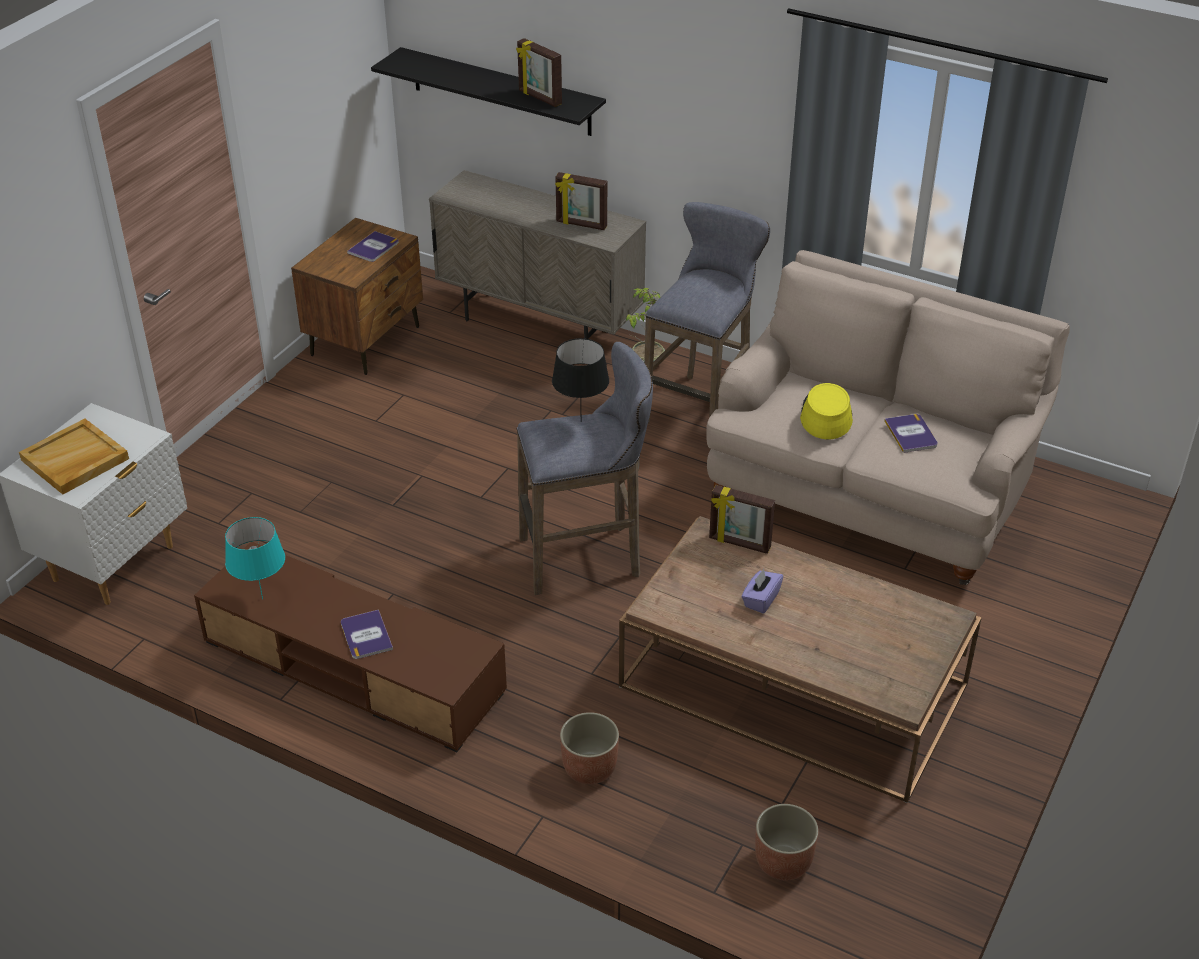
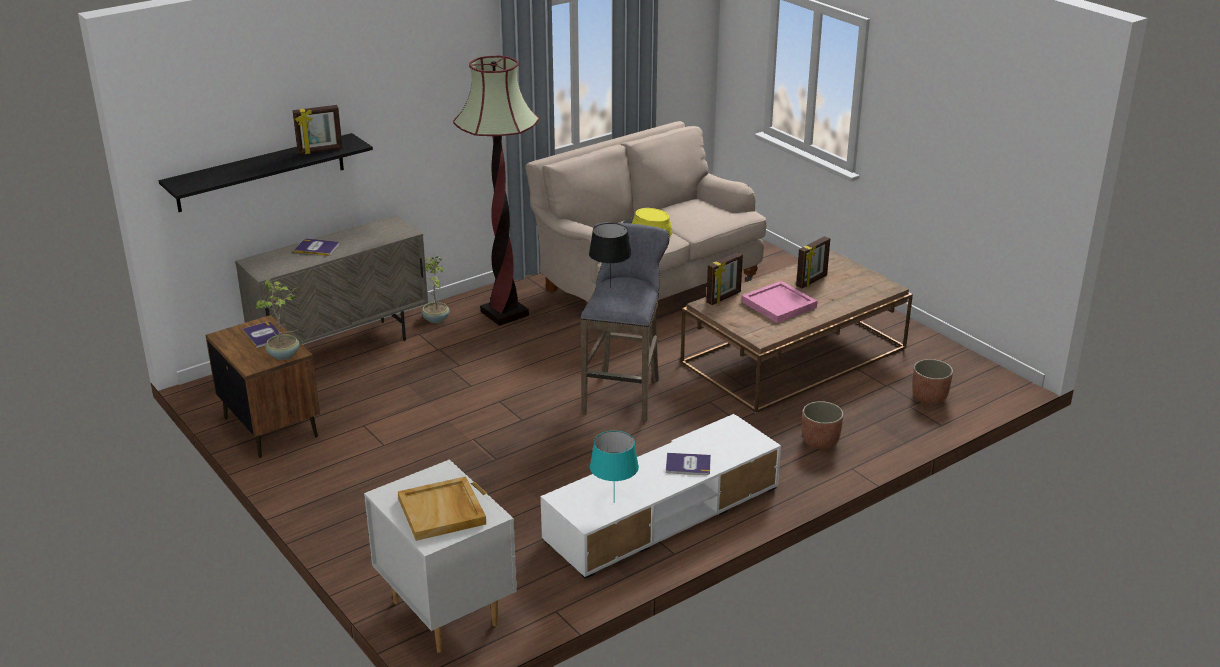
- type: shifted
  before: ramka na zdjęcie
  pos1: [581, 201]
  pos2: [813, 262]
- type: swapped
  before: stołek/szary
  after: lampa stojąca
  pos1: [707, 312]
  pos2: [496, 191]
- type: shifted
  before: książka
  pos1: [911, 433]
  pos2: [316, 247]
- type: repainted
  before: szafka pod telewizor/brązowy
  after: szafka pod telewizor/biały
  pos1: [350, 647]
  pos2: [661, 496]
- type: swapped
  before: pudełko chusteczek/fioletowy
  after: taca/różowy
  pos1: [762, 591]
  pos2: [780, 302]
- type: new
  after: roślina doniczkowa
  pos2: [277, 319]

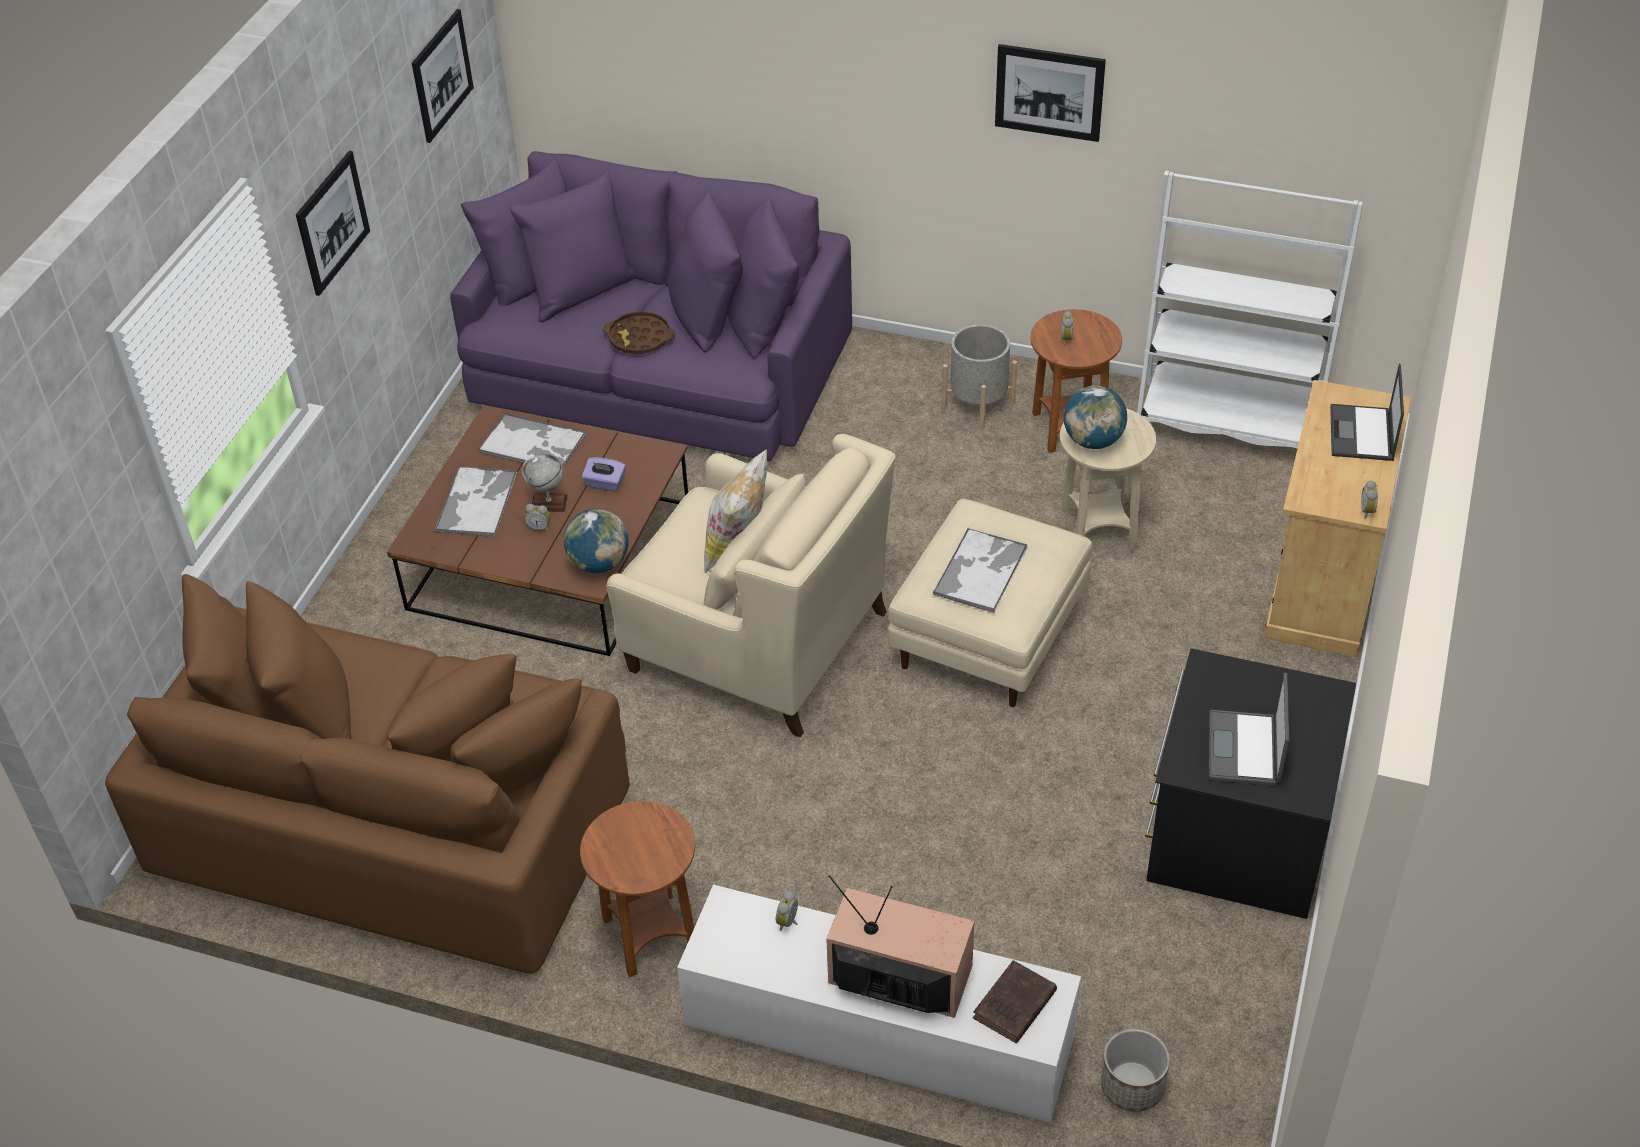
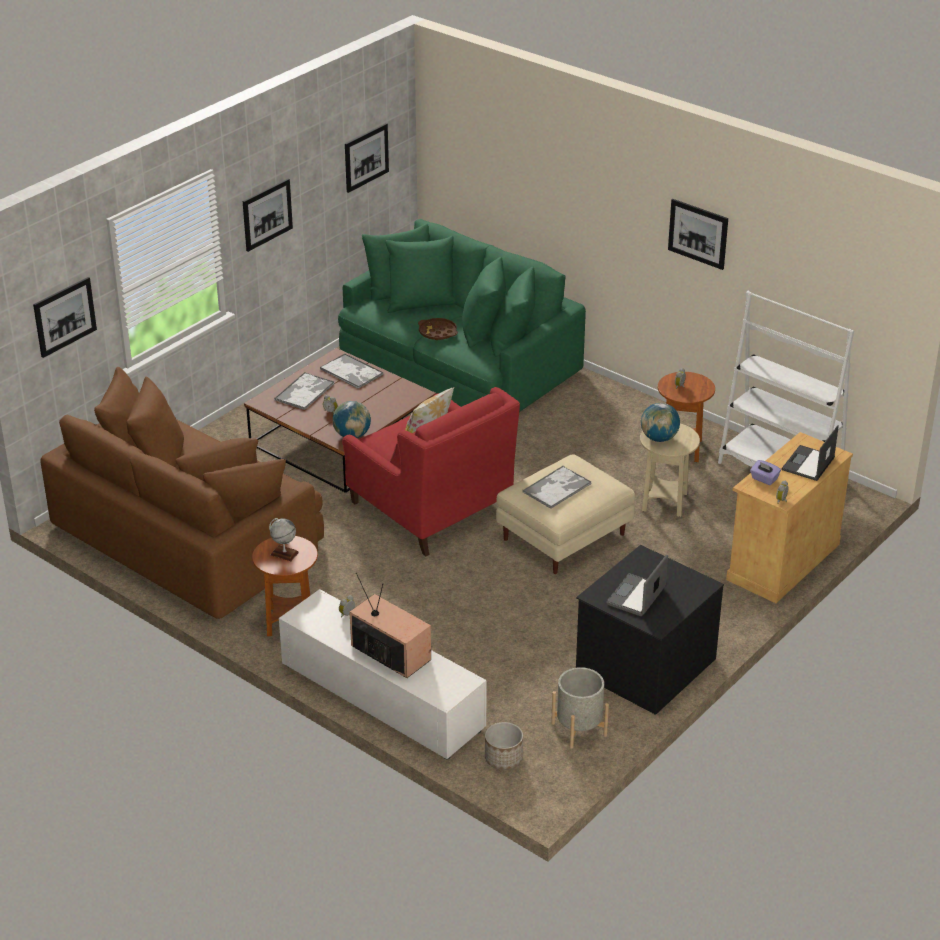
- type: repainted
  before: kanapa/fioletowy
  after: kanapa/zielony
  pos1: [651, 306]
  pos2: [462, 315]
- type: shifted
  before: donica/szary
  pos1: [979, 376]
  pos2: [580, 708]
- type: repainted
  before: fotel/beżowy
  after: fotel/czerwony
  pos1: [751, 585]
  pos2: [431, 471]
- type: shifted
  before: globus
  pos1: [545, 483]
  pos2: [284, 539]
- type: shifted
  before: pudełko chusteczek/fioletowy
  pos1: [604, 474]
  pos2: [765, 472]
- type: gone
  before: książka/brązowy
  pos1: [1015, 1001]
- type: new
  after: obraz
  pos2: [65, 317]

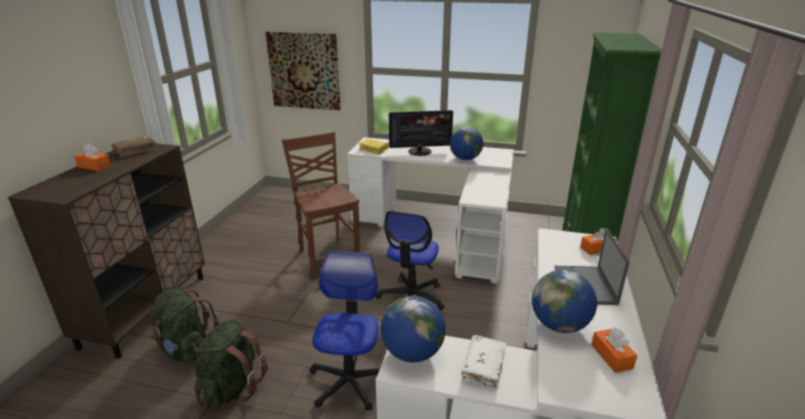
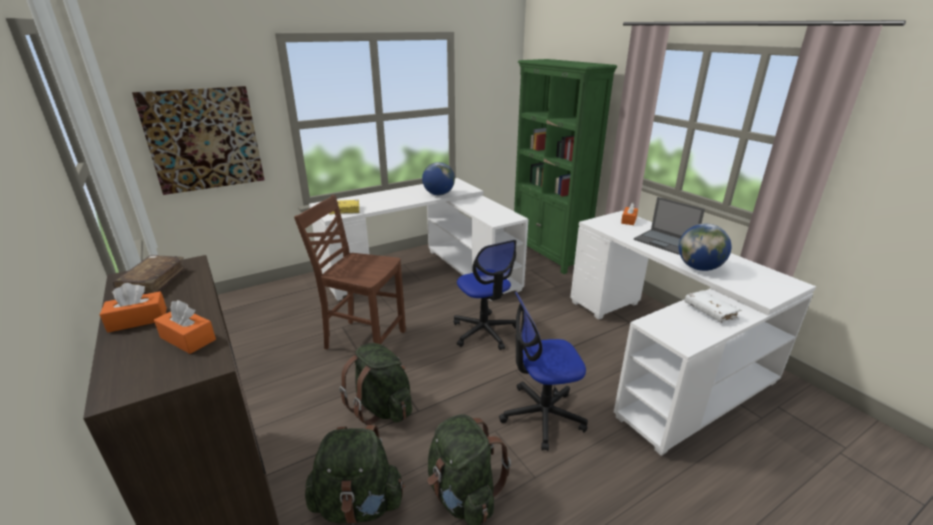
- type: gone
  before: monitor
  pos1: [421, 133]
- type: rotated
  before: krzesło biurowe
  pos1: [344, 331]
  pos2: [543, 371]
  turn: -60
- type: gone
  before: globus
  pos1: [413, 329]
- type: shifted
  before: pudełko chusteczek/pomarańczowy
  pos1: [614, 350]
  pos2: [185, 327]
- type: new
  after: plecak/zielony
  pos2: [375, 384]

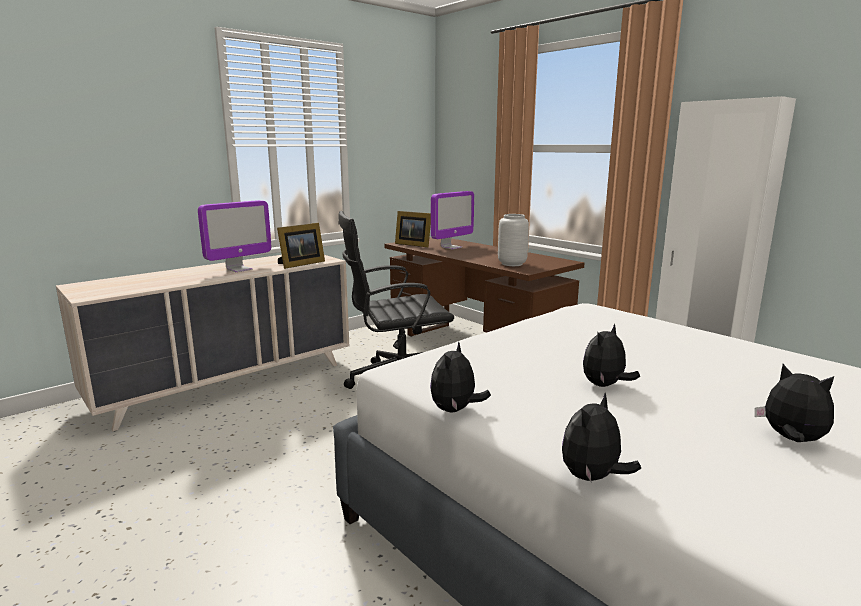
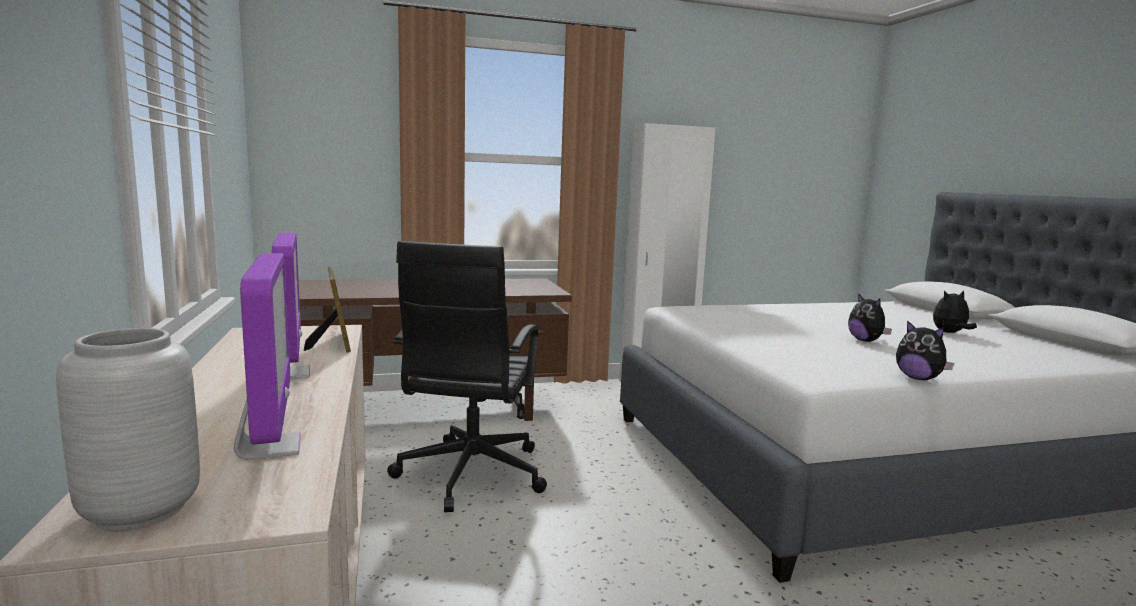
- type: shifted
  before: monitor
  pos1: [452, 220]
  pos2: [267, 356]
- type: gone
  before: ramka na zdjęcie
  pos1: [413, 229]
- type: shifted
  before: wazon/szary
  pos1: [513, 240]
  pos2: [128, 429]
- type: gone
  before: pluszak
  pos1: [601, 437]

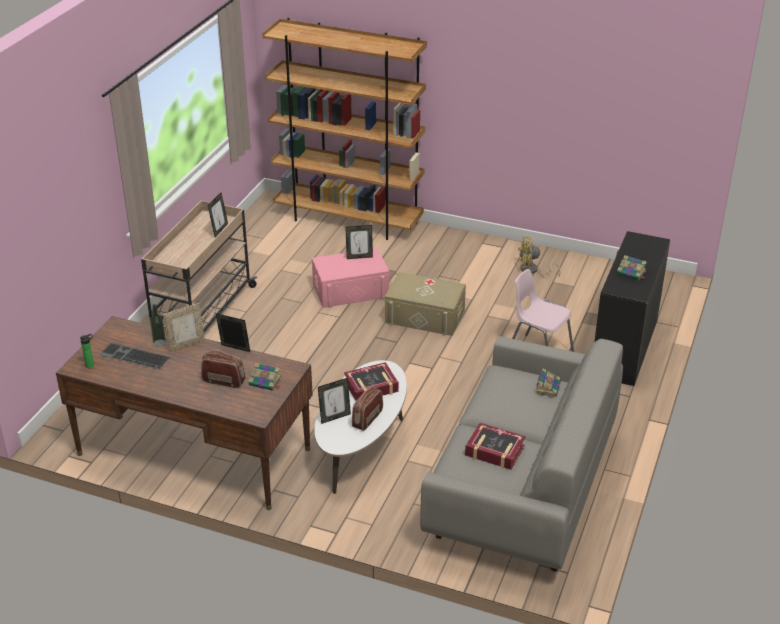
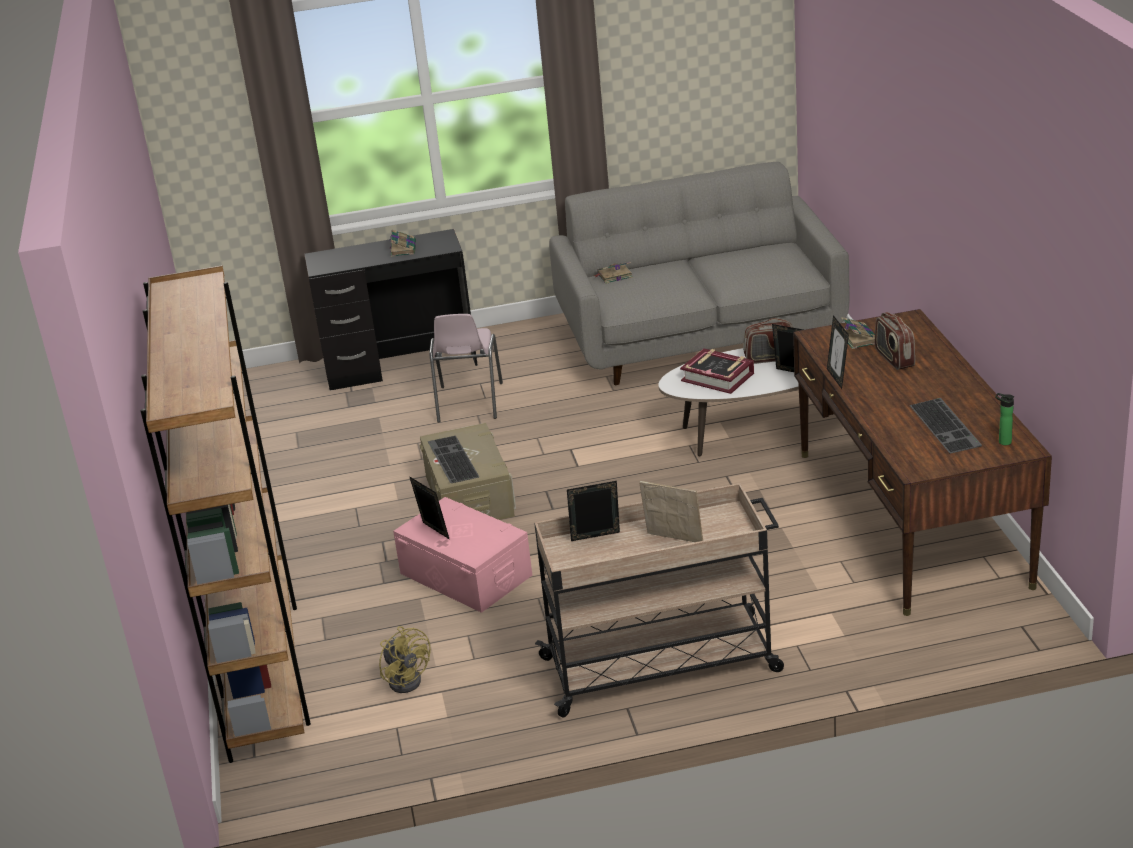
- type: shifted
  before: wentylator/żółty
  pos1: [539, 257]
  pos2: [405, 659]
- type: shifted
  before: ramka na zdjęcie
  pos1: [184, 327]
  pos2: [671, 511]
- type: gone
  before: butelka
  pos1: [158, 325]
- type: gone
  before: książka
  pos1: [495, 446]
- type: new
  after: klawiatura
  pos2: [453, 459]

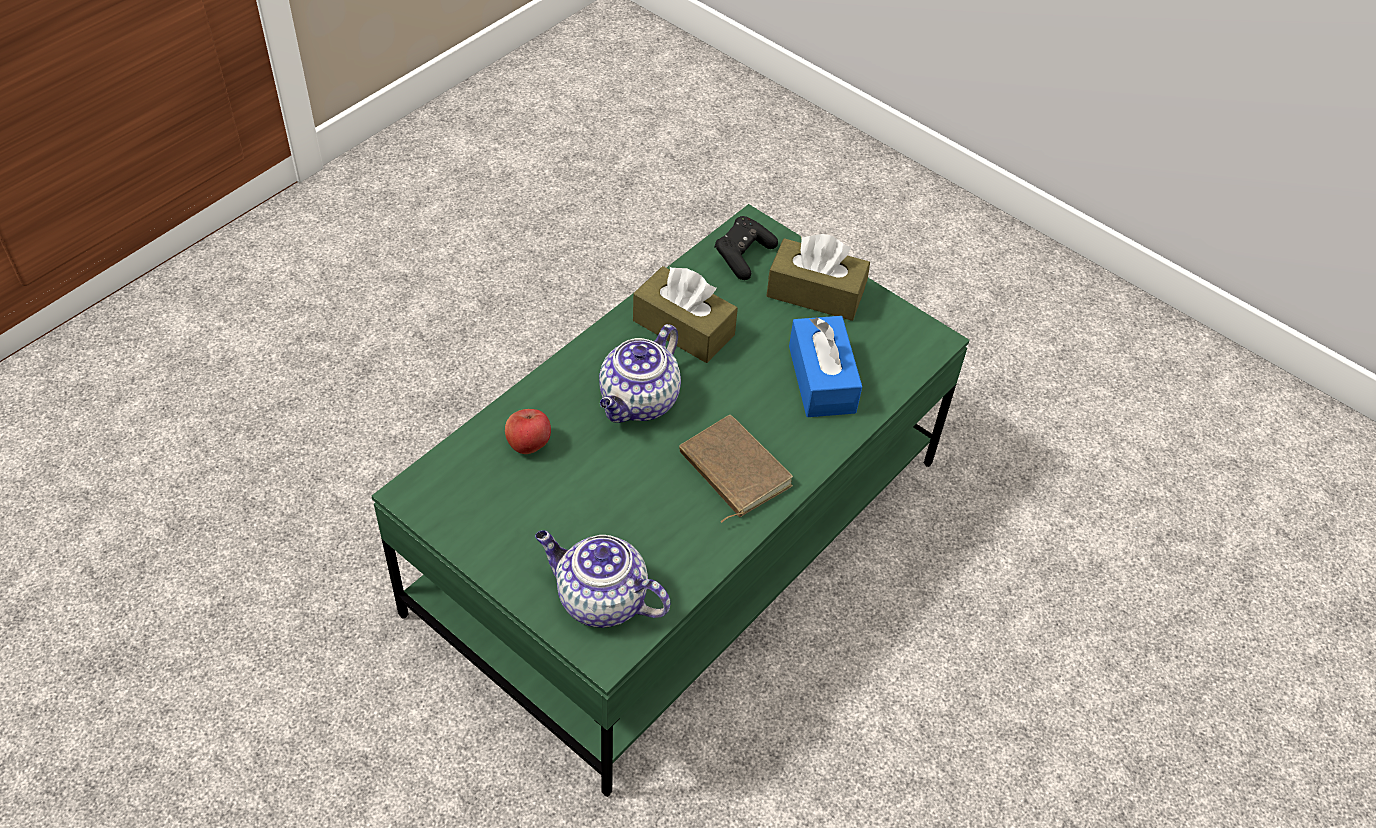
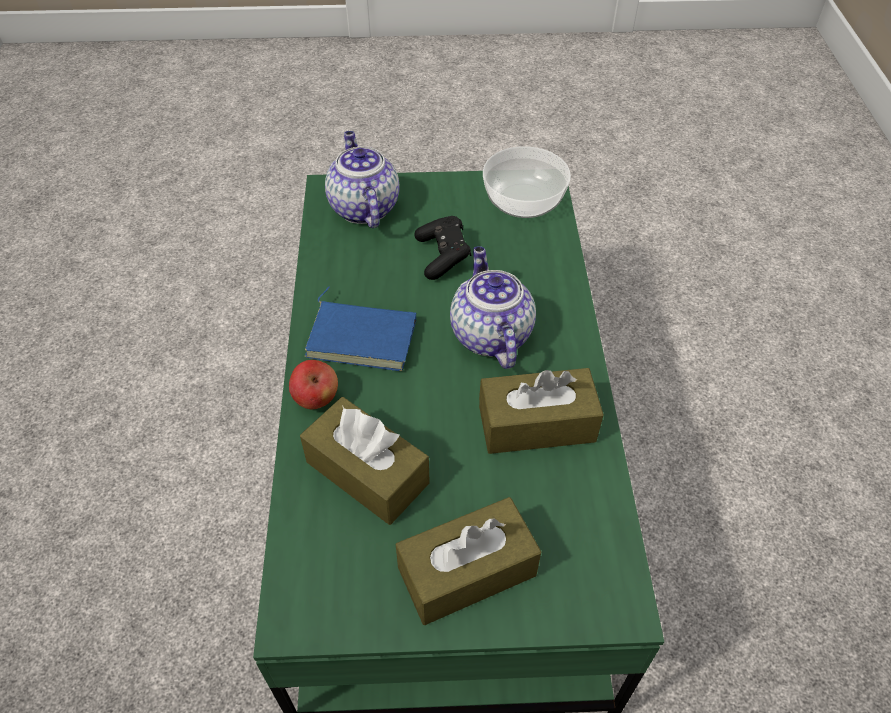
- type: shifted
  before: pad do gier/czarny
  pos1: [746, 248]
  pos2: [443, 248]
- type: repainted
  before: pudełko chusteczek/niebieski
  after: pudełko chusteczek/brązowy
  pos1: [825, 366]
  pos2: [365, 461]
- type: shifted
  before: jabłko
  pos1: [528, 431]
  pos2: [313, 384]
- type: repainted
  before: książka/brązowy
  after: książka/niebieski
  pos1: [736, 469]
  pos2: [360, 329]
- type: rotated
  before: imbryk
  pos1: [602, 579]
  pos2: [362, 179]
  turn: -90
- type: new
  after: miska
  pos2: [527, 182]

